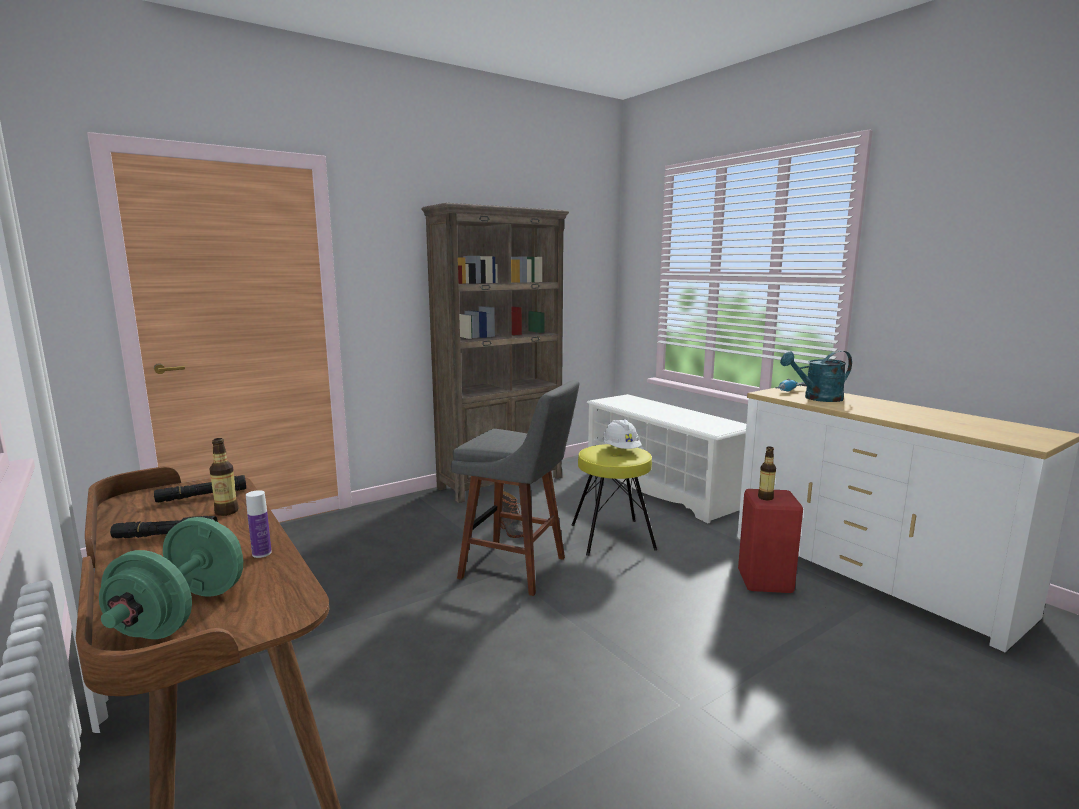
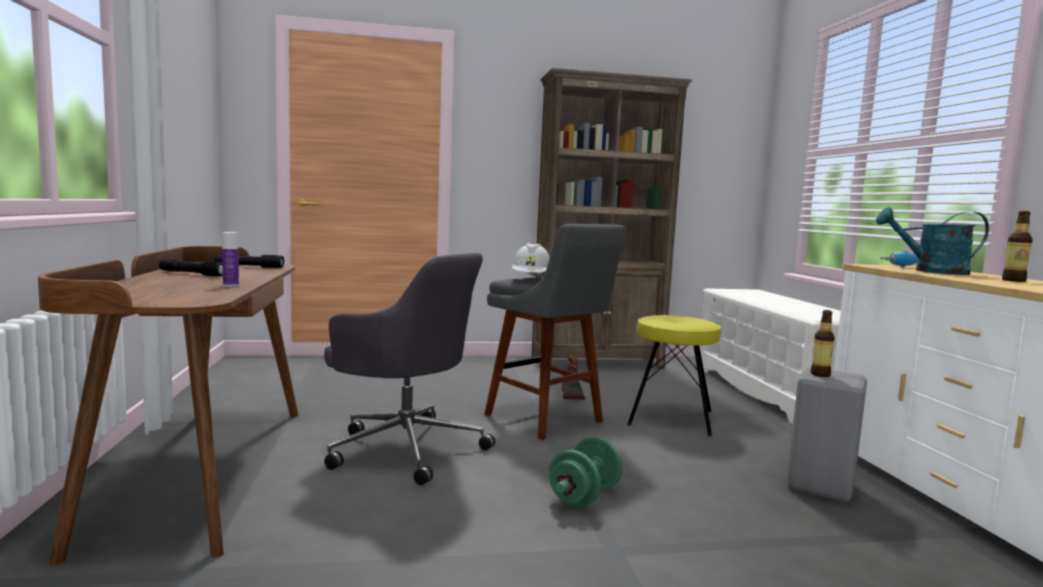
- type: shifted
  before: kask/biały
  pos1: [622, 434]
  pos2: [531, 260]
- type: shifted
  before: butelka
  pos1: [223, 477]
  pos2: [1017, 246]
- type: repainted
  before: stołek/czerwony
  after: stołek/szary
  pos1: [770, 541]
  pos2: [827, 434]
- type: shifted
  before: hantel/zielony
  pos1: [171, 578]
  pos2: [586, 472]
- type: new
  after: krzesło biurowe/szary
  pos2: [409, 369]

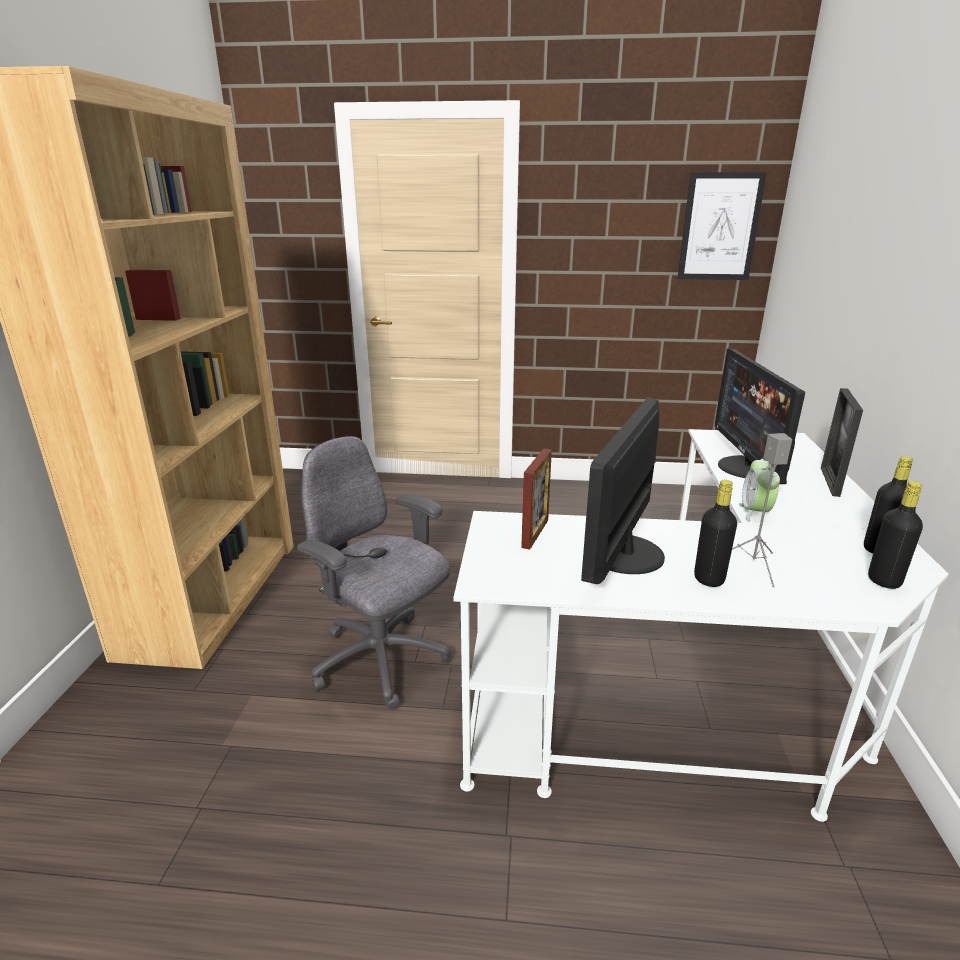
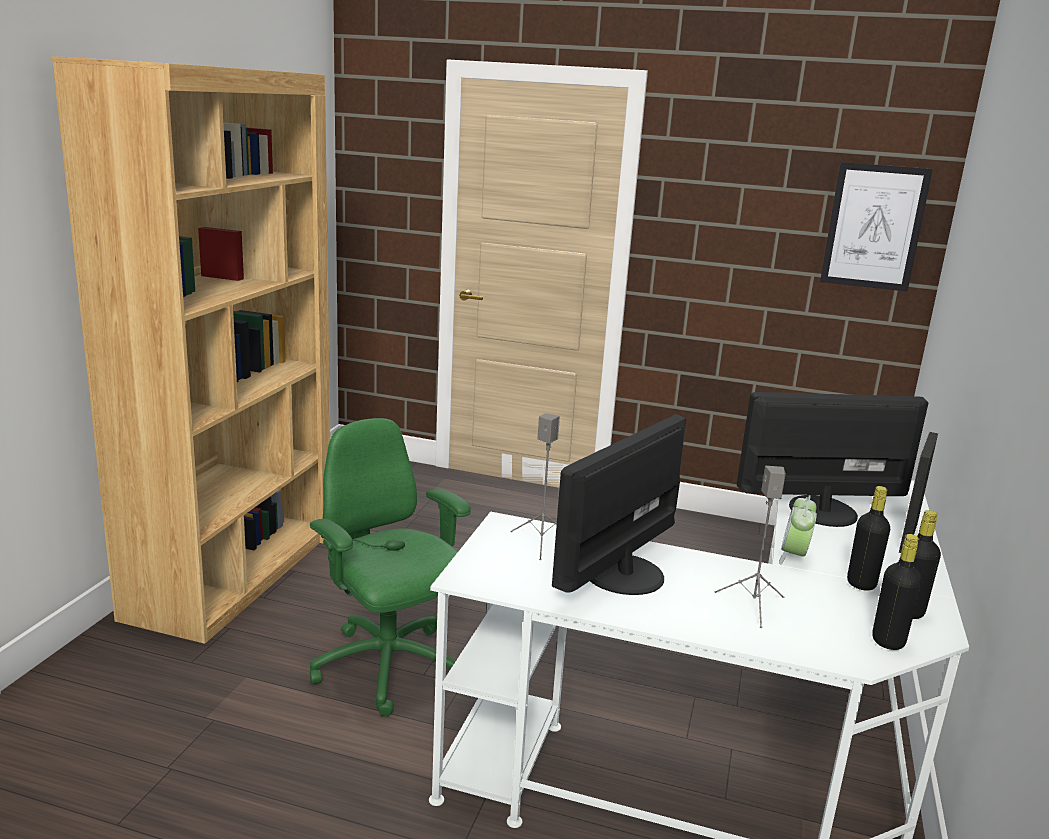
- type: rotated
  before: monitor
  pos1: [760, 416]
  pos2: [832, 459]
  turn: 75
- type: repainted
  before: krzesło biurowe/szary
  after: krzesło biurowe/zielony
  pos1: [374, 573]
  pos2: [390, 567]
- type: swapped
  before: ramka na zdjęcie
  after: głośnik/szary
  pos1: [536, 499]
  pos2: [535, 486]
- type: shifted
  before: butelka/czarny
  pos1: [715, 533]
  pos2: [868, 538]

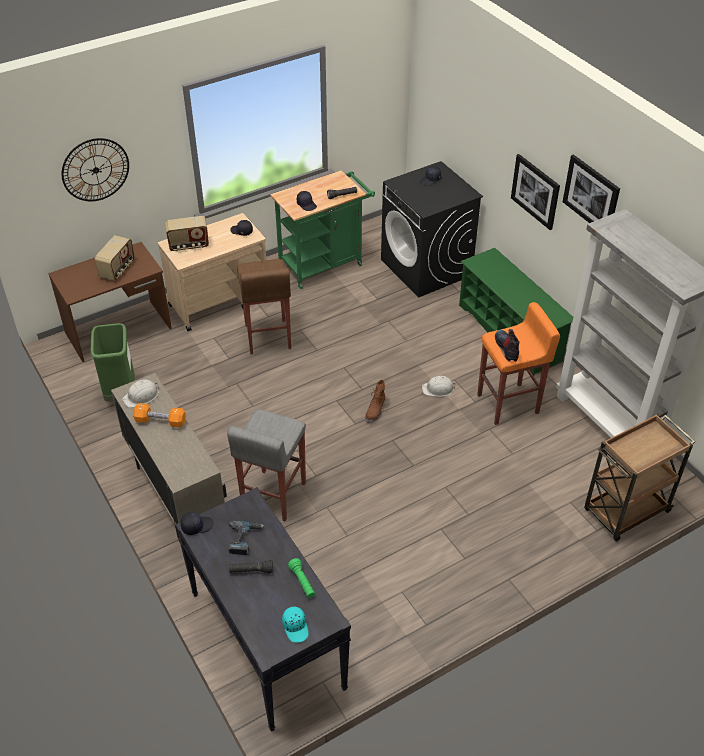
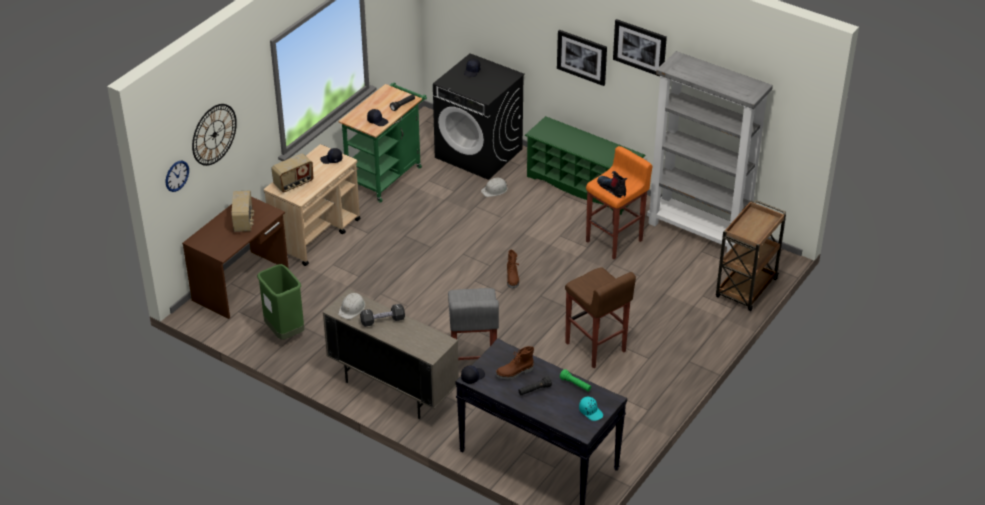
- type: shifted
  before: stołek/brązowy
  pos1: [264, 307]
  pos2: [600, 317]
- type: shifted
  before: kask/biały
  pos1: [439, 386]
  pos2: [494, 187]
- type: repainted
  before: hantel/pomarańczowy
  after: hantel/czarny
  pos1: [159, 415]
  pos2: [382, 315]
- type: swapped
  before: wiertarka
  after: but z cholewką/brązowy
  pos1: [247, 537]
  pos2: [514, 363]
- type: new
  after: zegar ścienny
  pos2: [177, 176]

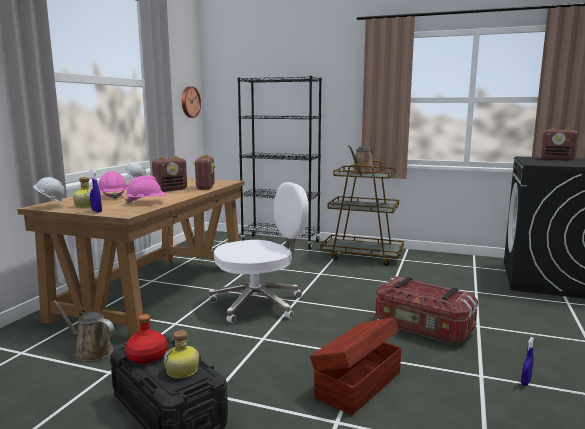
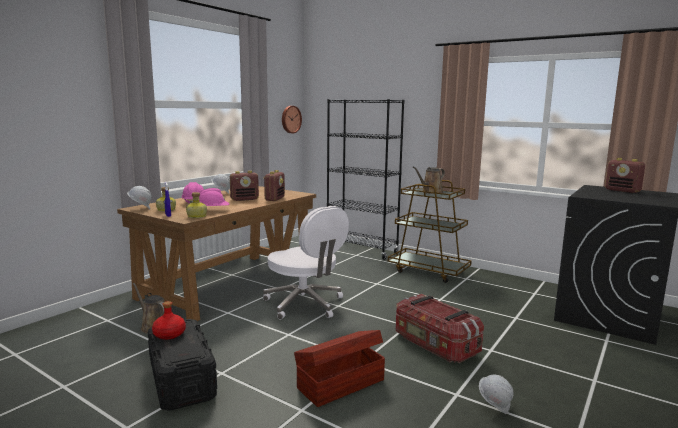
- type: rotated
  before: krzesło biurowe/biały
  pos1: [258, 252]
  pos2: [306, 263]
  turn: 60
- type: shifted
  before: butelka
  pos1: [181, 354]
  pos2: [196, 205]
- type: swapped
  before: spryskiwacz/niebieski
  after: kask/biały
  pos1: [527, 361]
  pos2: [496, 394]

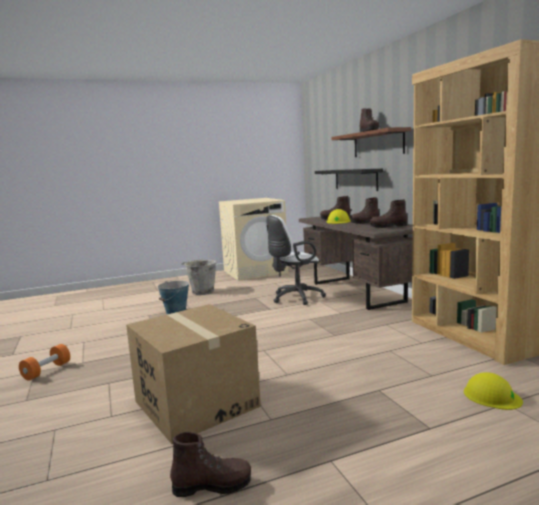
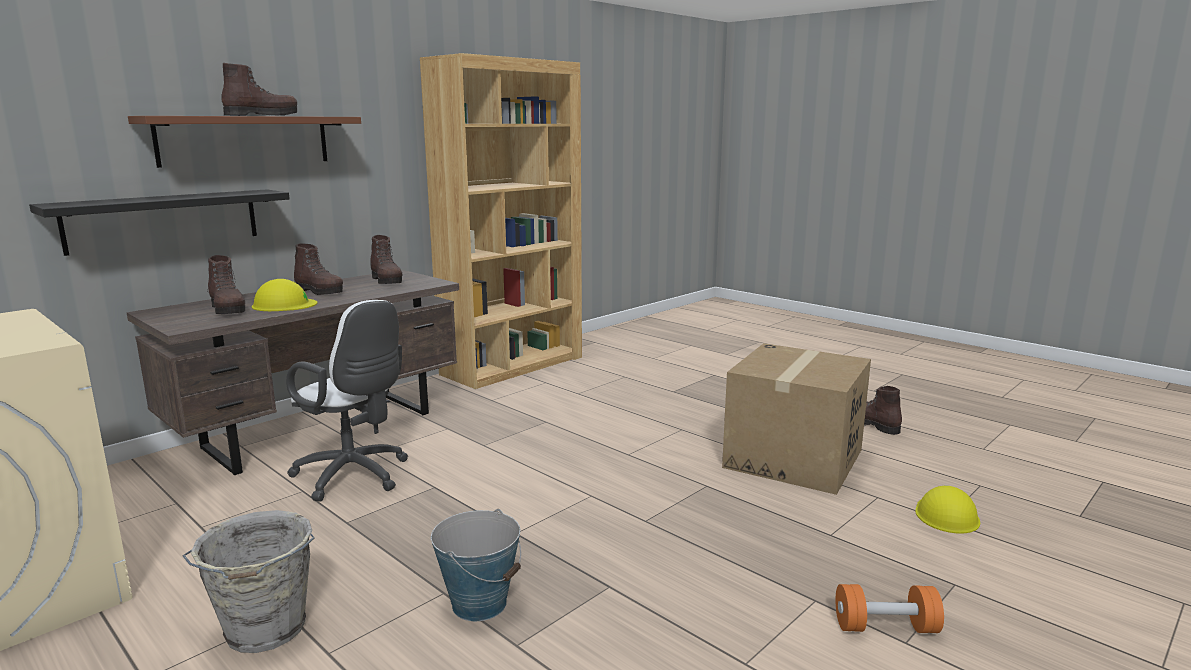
- type: shifted
  before: kask/żółty
  pos1: [493, 391]
  pos2: [947, 510]

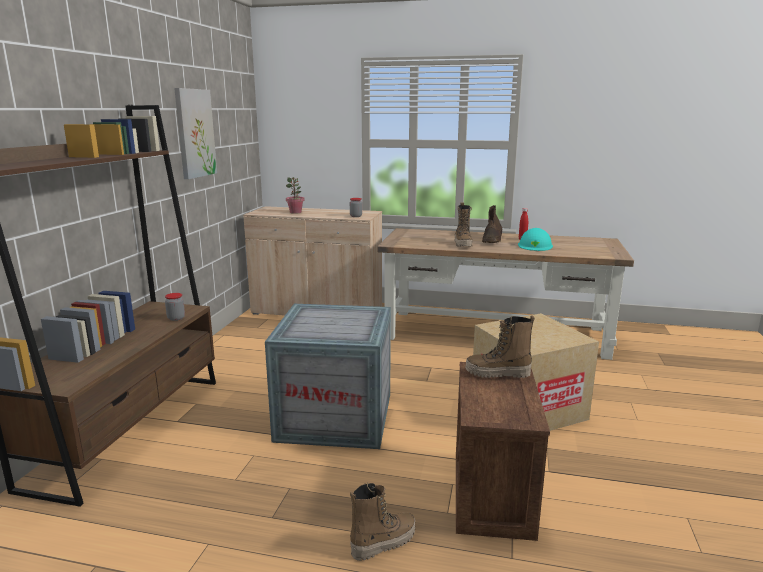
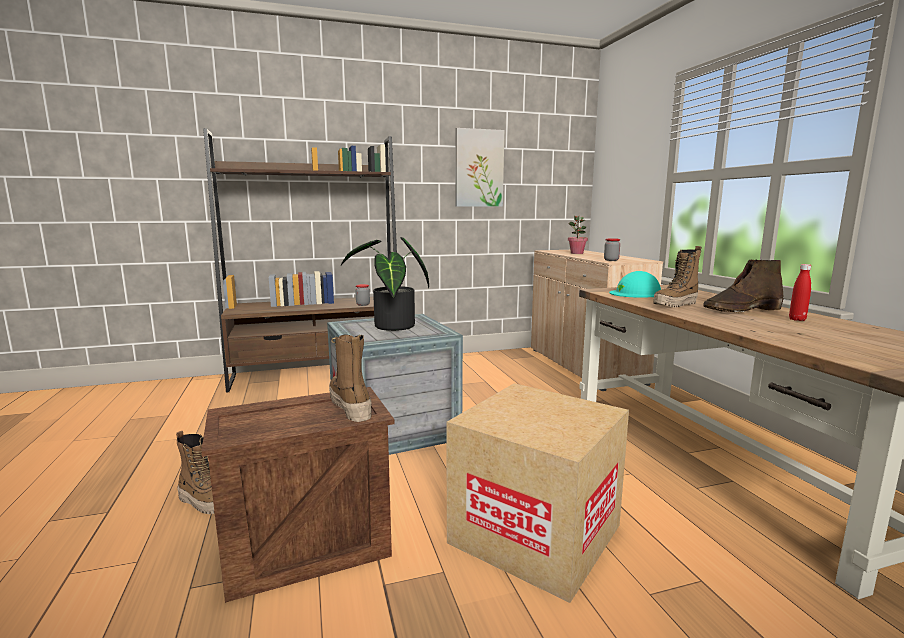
- type: shifted
  before: kask/turkusowy
  pos1: [535, 239]
  pos2: [635, 284]
- type: new
  after: roślina doniczkowa
  pos2: [385, 284]

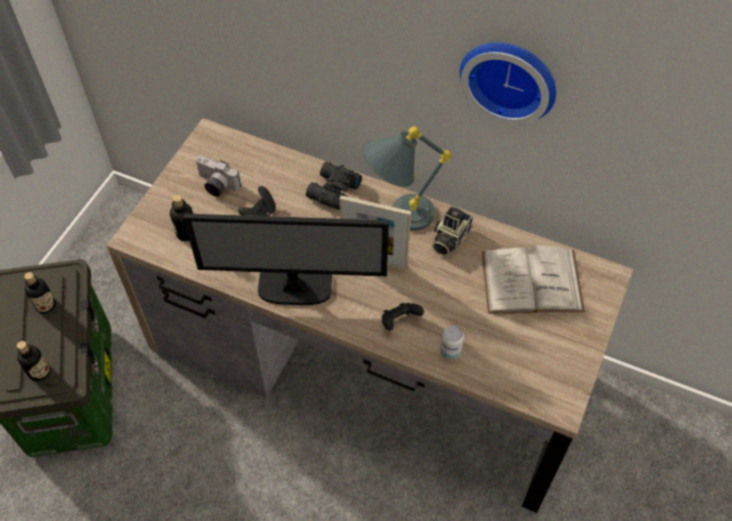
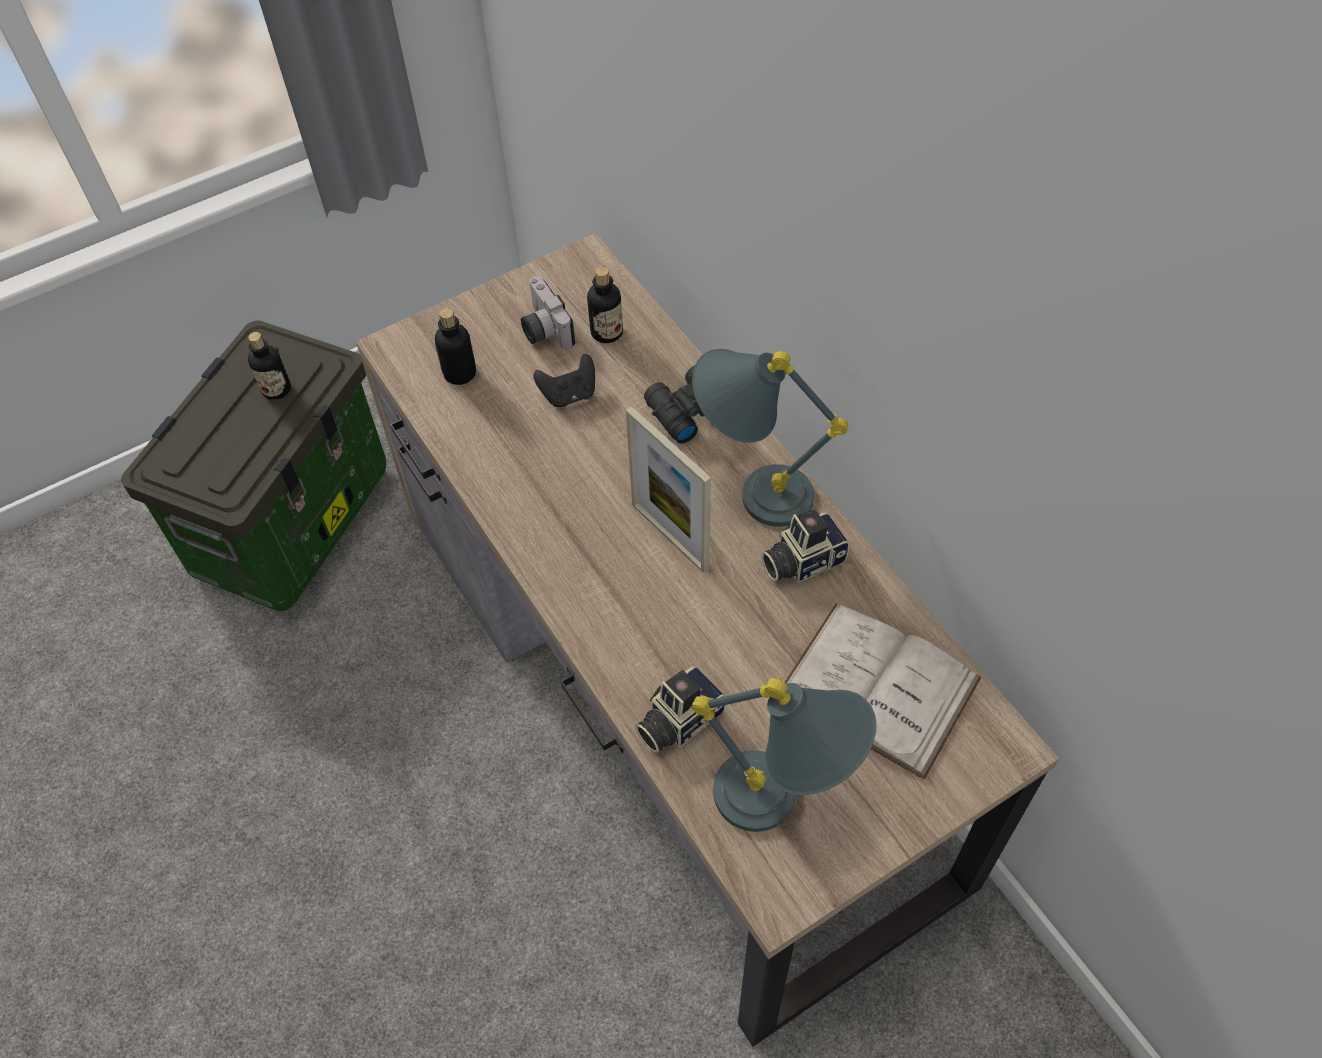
- type: gone
  before: zegar ścienny
  pos1: [508, 84]
- type: gone
  before: monitor
  pos1: [286, 259]
- type: gone
  before: pad do gier/czarny
  pos1: [403, 316]
- type: swapped
  before: puszka
  after: aparat fotograficzny
  pos1: [452, 342]
  pos2: [680, 709]
- type: shifted
  before: butelka
  pos1: [33, 361]
  pos2: [605, 304]
- type: new
  after: lampa stołowa/szary
  pos2: [783, 754]

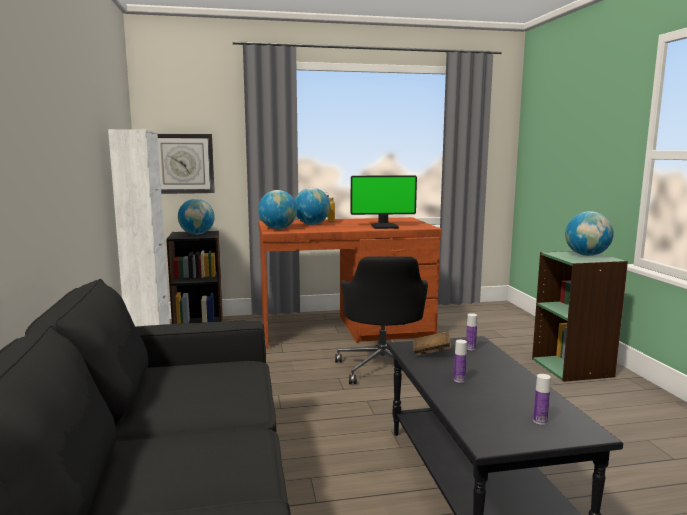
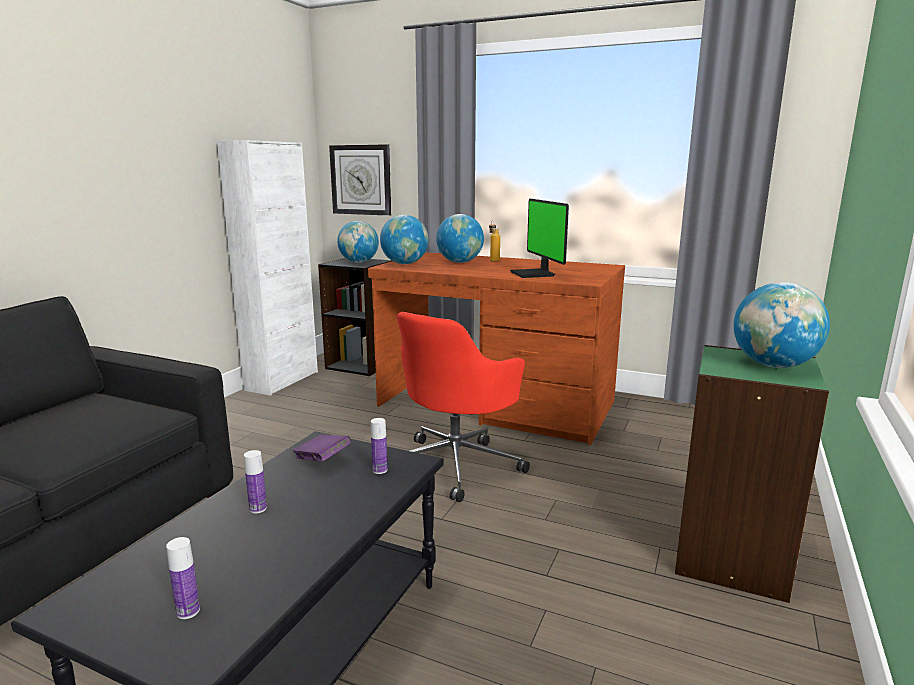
- type: rotated
  before: monitor
  pos1: [384, 202]
  pos2: [539, 238]
  turn: 45
- type: repainted
  before: krzesło biurowe/czarny
  after: krzesło biurowe/czerwony
  pos1: [381, 320]
  pos2: [463, 407]
- type: repainted
  before: książka/brązowy
  after: książka/fioletowy
  pos1: [432, 343]
  pos2: [322, 448]

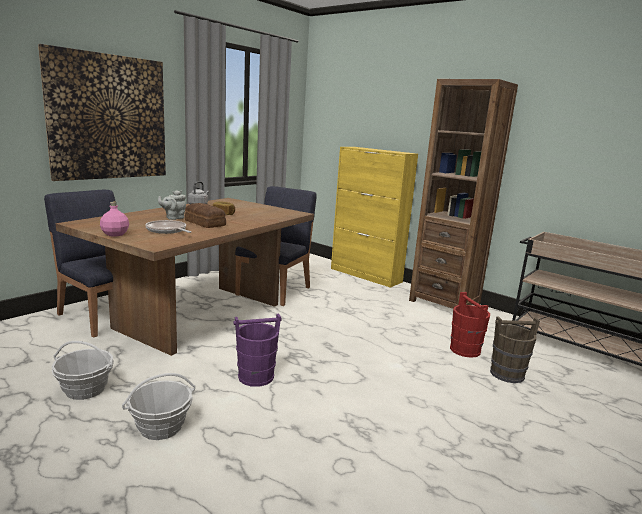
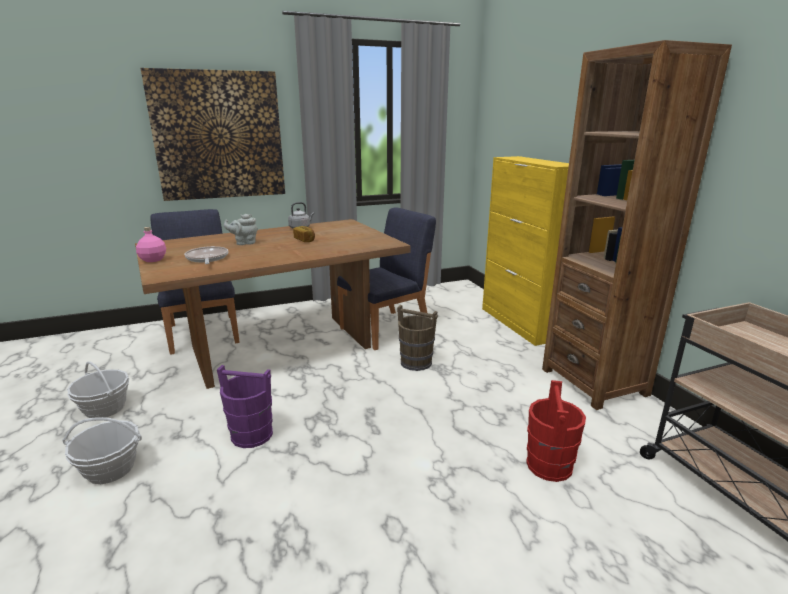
- type: gone
  before: chleb
  pos1: [205, 215]
- type: shifted
  before: wiadro/brązowy
  pos1: [515, 349]
  pos2: [417, 338]

